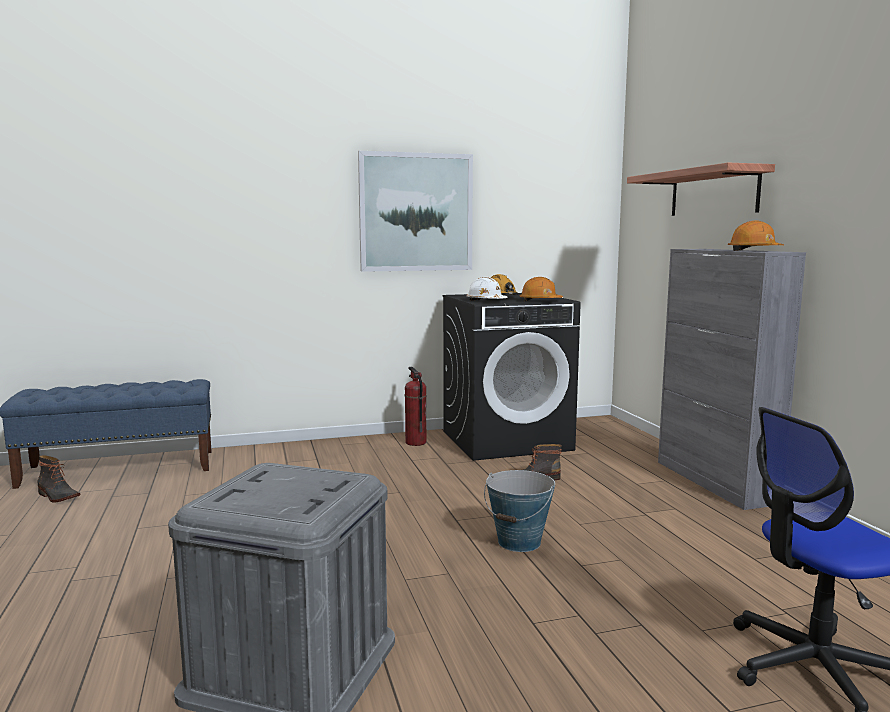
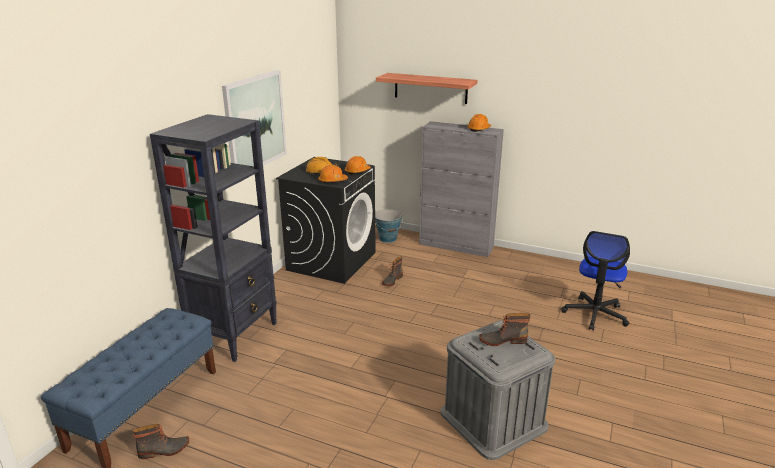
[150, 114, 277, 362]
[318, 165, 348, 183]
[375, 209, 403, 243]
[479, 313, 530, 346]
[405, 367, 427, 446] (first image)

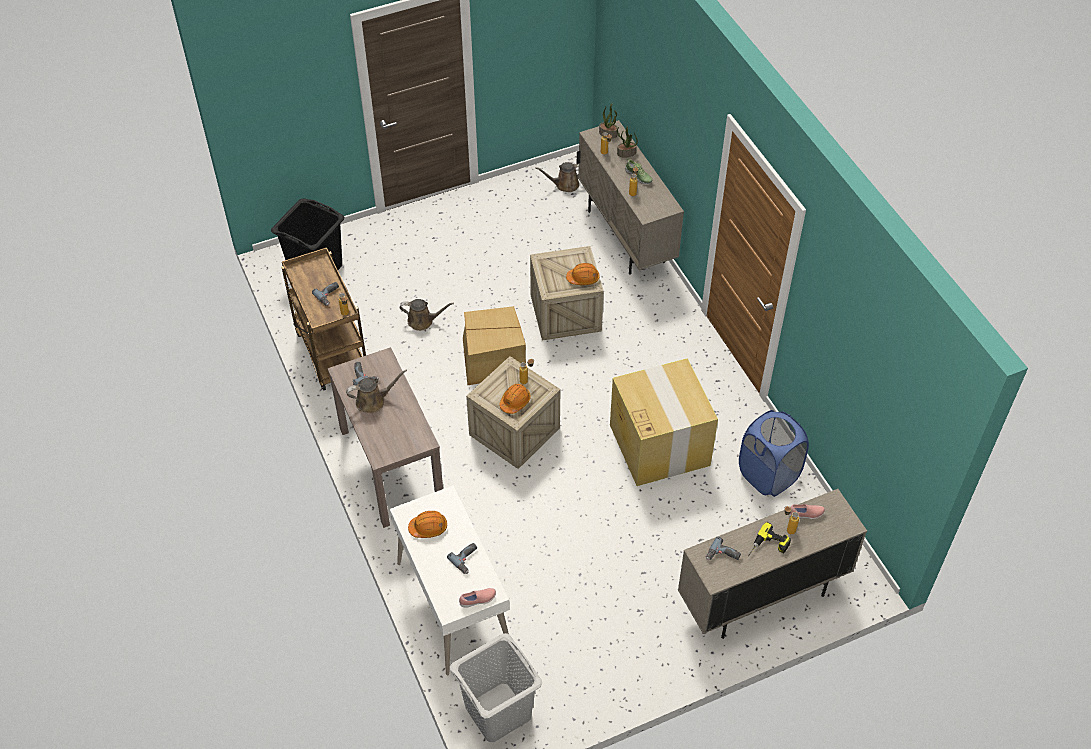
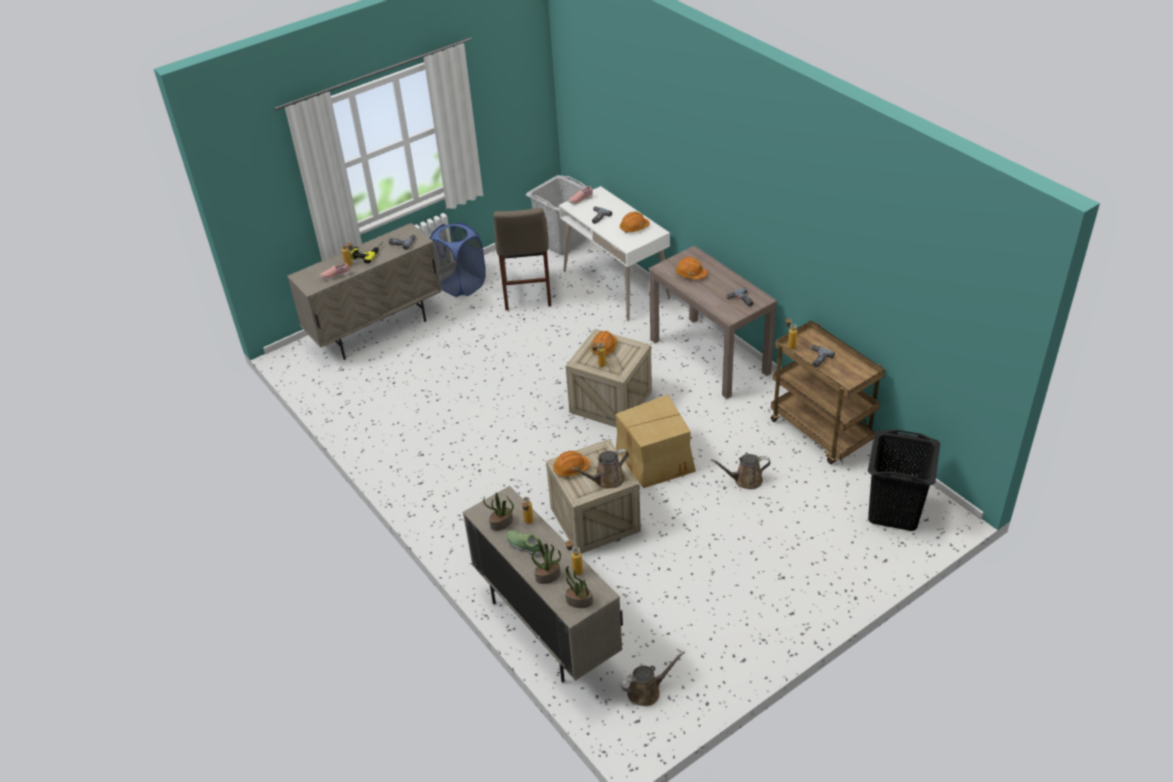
[430, 222, 486, 297]
[483, 492, 514, 531]
[493, 208, 551, 310]
[571, 449, 629, 489]
[675, 257, 707, 279]
[610, 358, 718, 486] (first image)

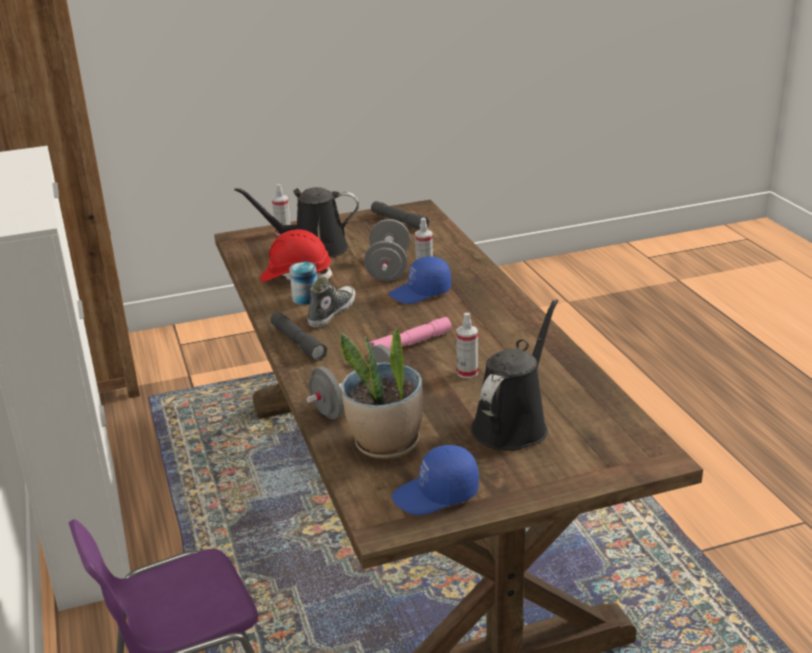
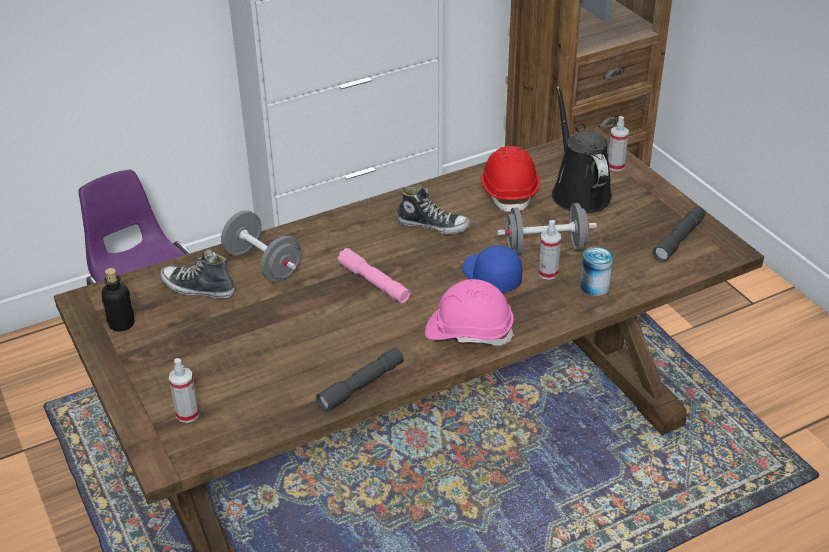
[102, 268, 135, 331]
[160, 249, 235, 299]
[169, 358, 199, 423]
[316, 348, 404, 412]
[425, 279, 514, 346]
[580, 247, 613, 296]
[471, 299, 558, 451] (first image)

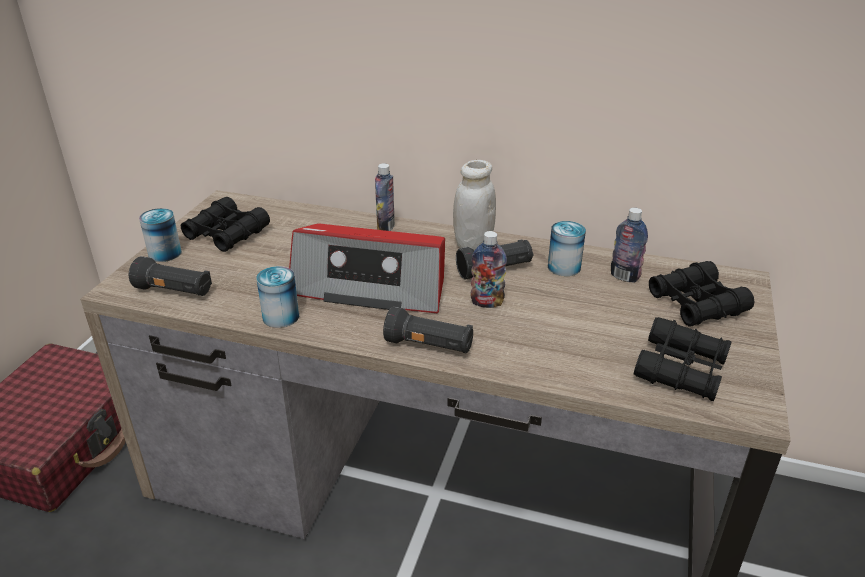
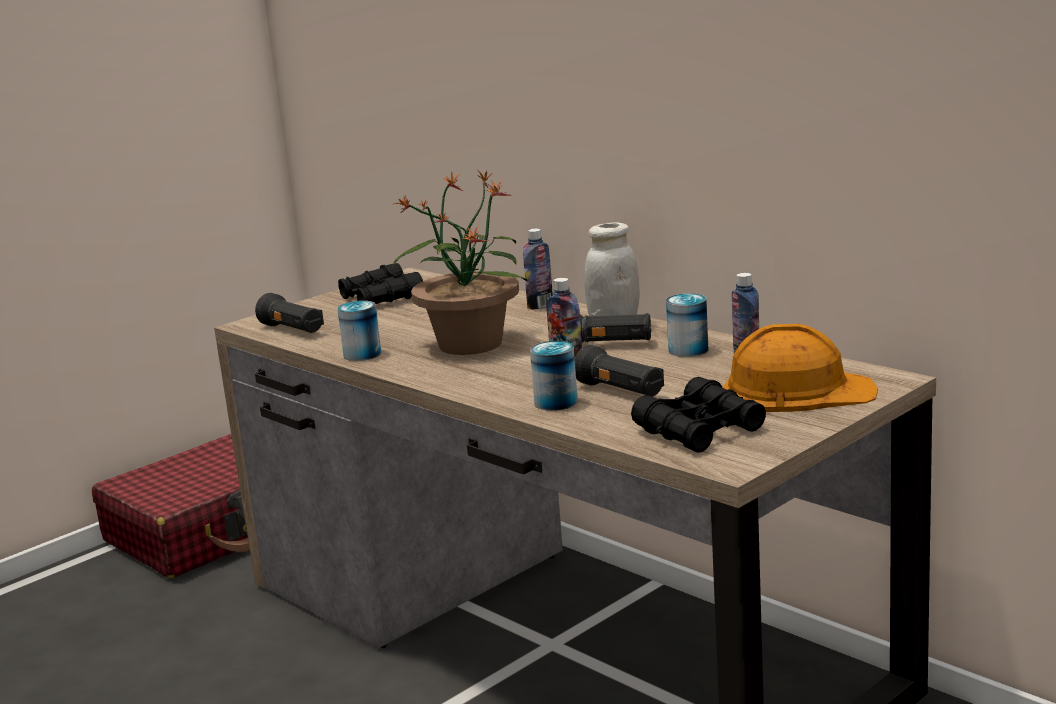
[393, 170, 528, 355]
[530, 341, 578, 411]
[575, 345, 664, 397]
[723, 324, 878, 412]

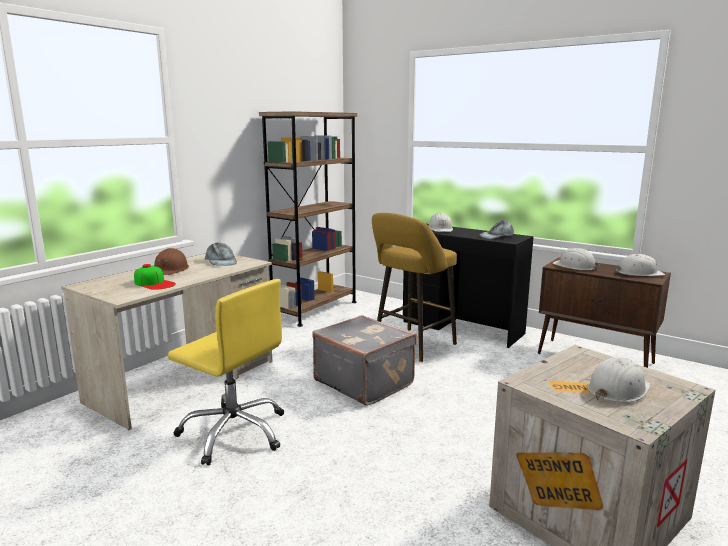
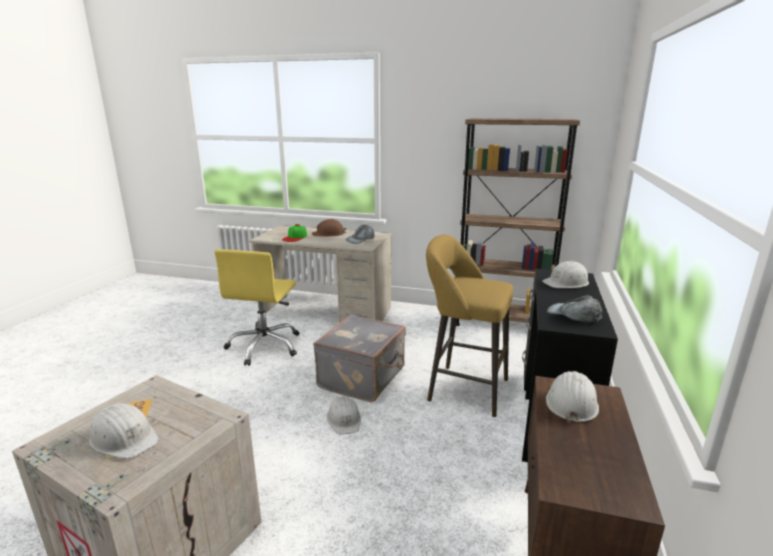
[327, 396, 361, 435]

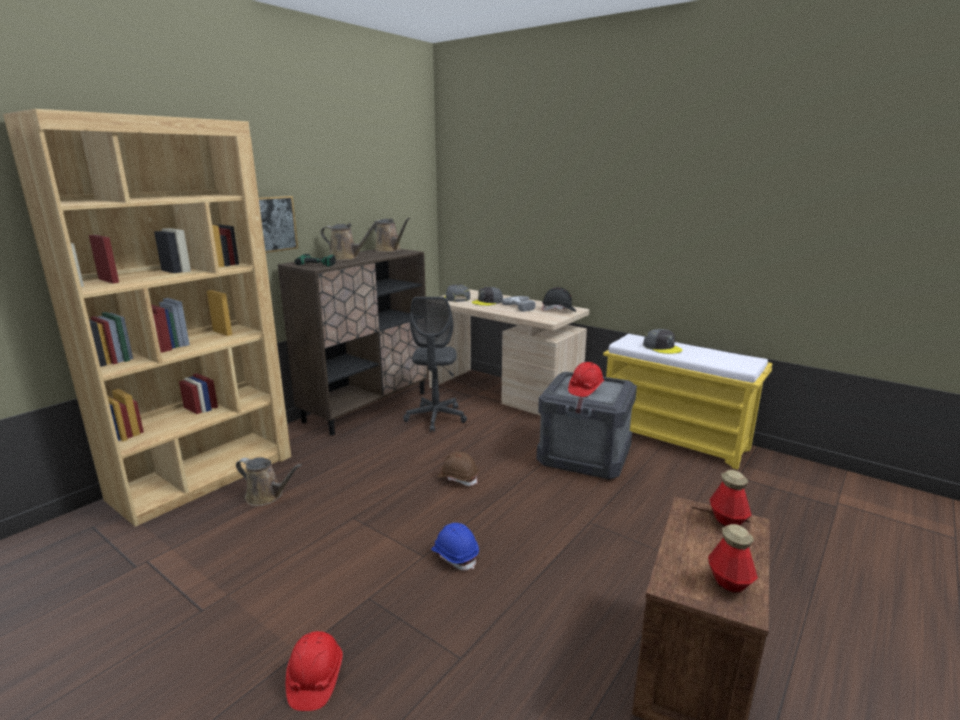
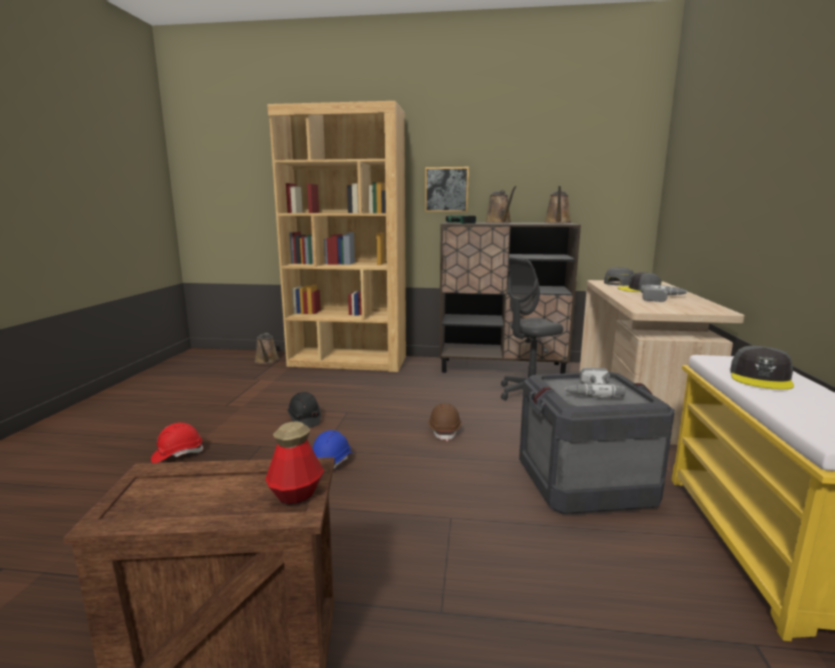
[255, 333, 279, 364]
[287, 392, 321, 428]
[565, 368, 625, 398]
[708, 524, 758, 593] (first image)

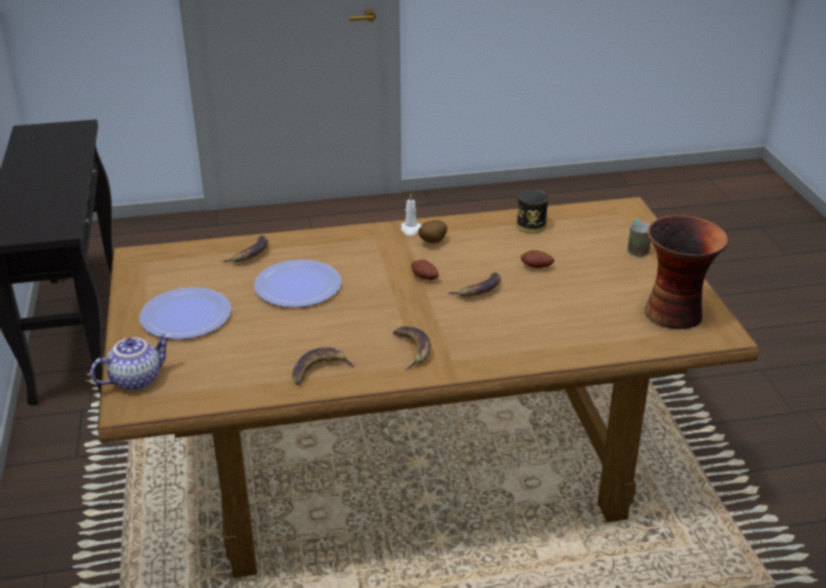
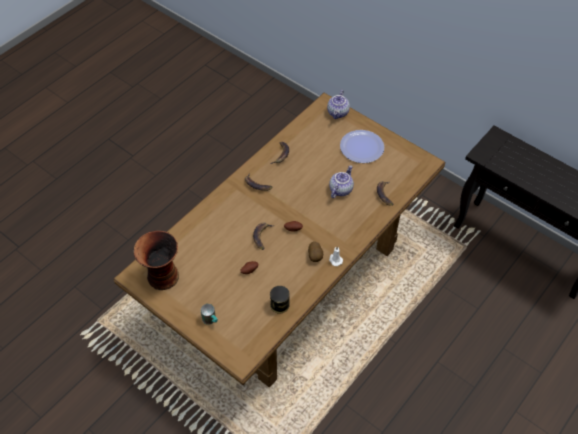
[329, 165, 354, 198]

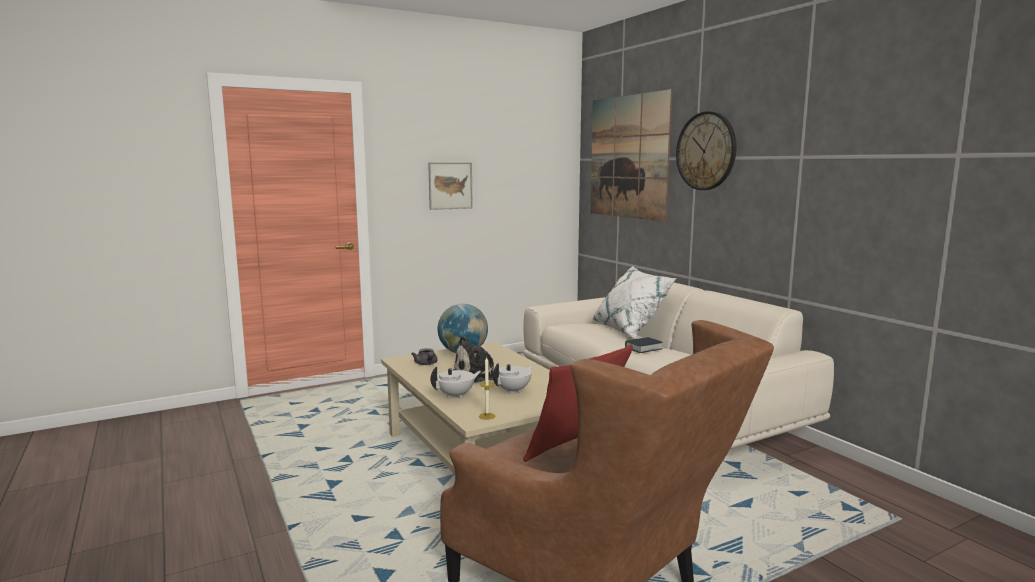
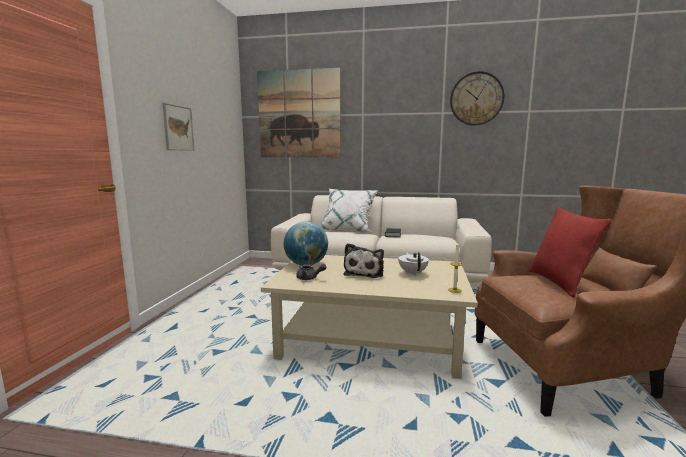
[450, 71, 504, 126]
[431, 367, 481, 399] (first image)

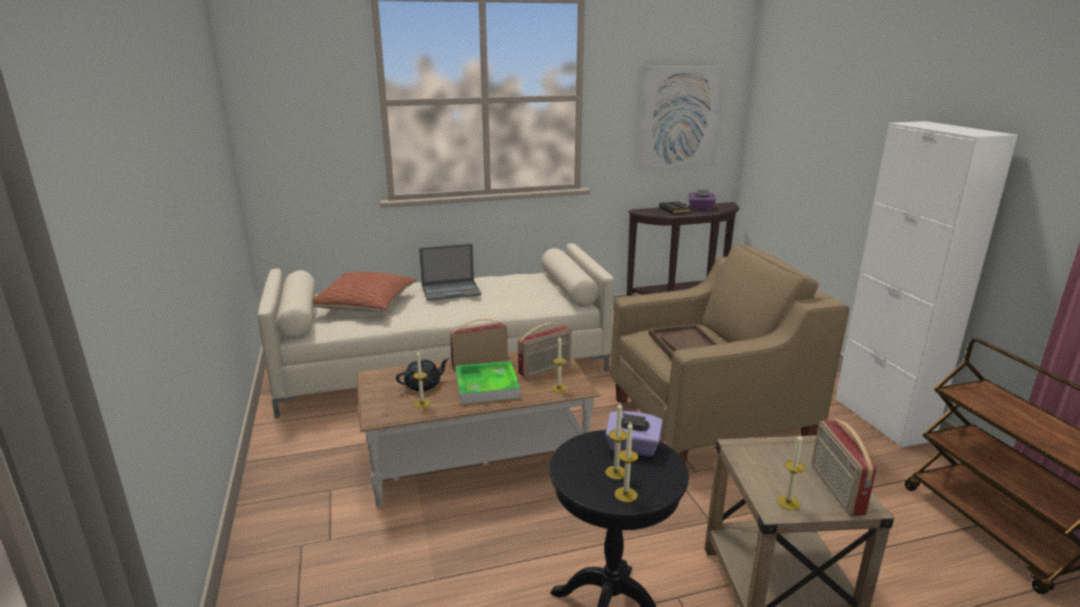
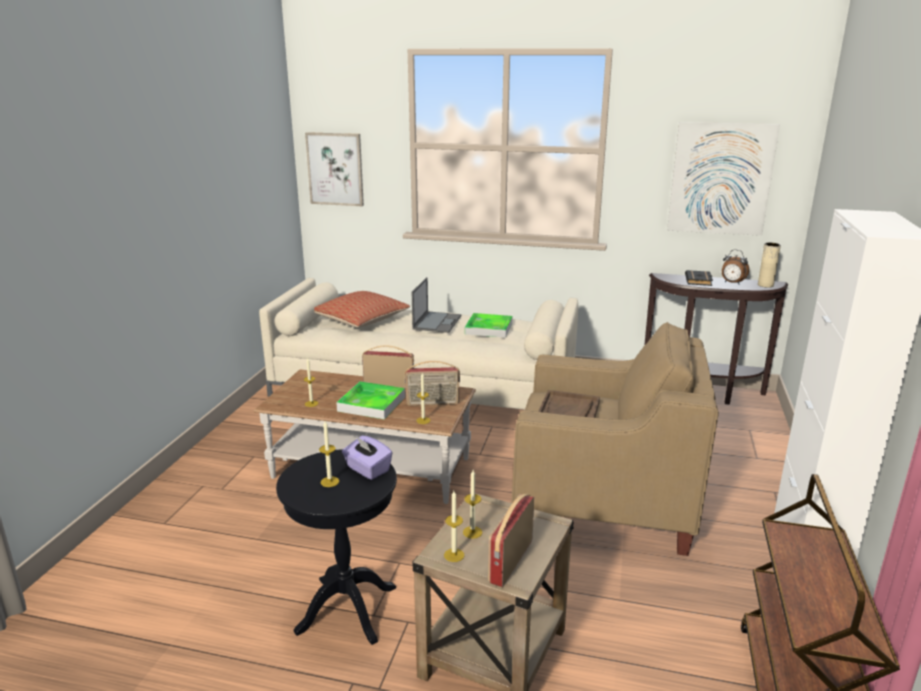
[305, 132, 364, 206]
[412, 277, 461, 333]
[463, 470, 482, 539]
[465, 313, 513, 338]
[722, 249, 749, 285]
[758, 243, 781, 288]
[396, 358, 450, 391] (first image)

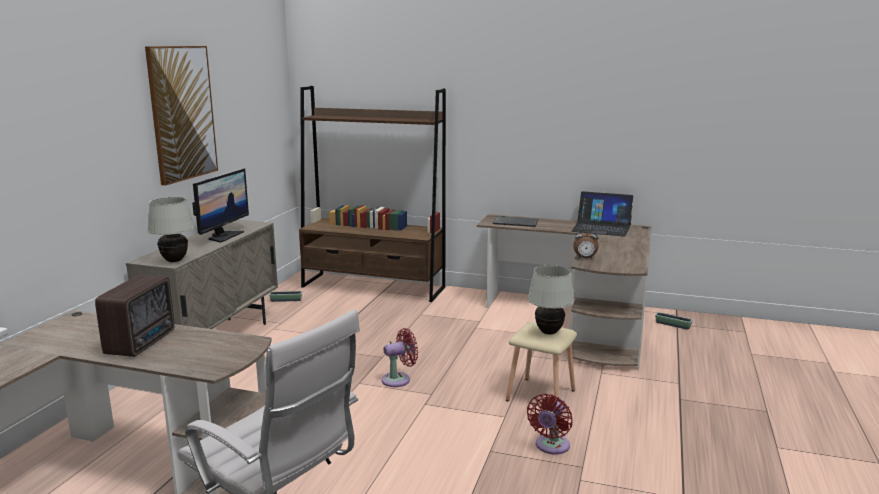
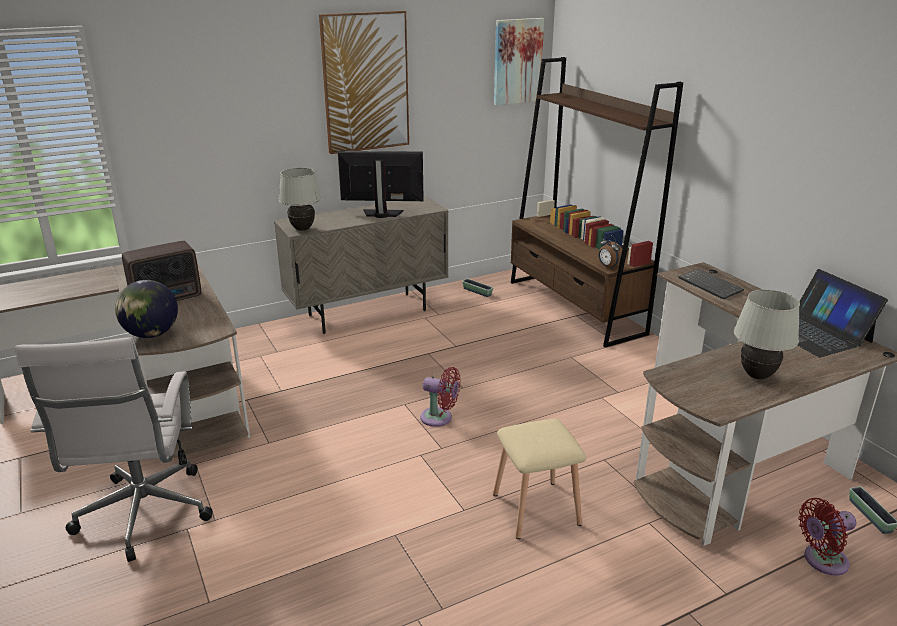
[115, 280, 178, 338]
[338, 151, 424, 218]
[494, 18, 544, 106]
[598, 235, 622, 269]
[734, 290, 800, 380]
[798, 498, 856, 576]

